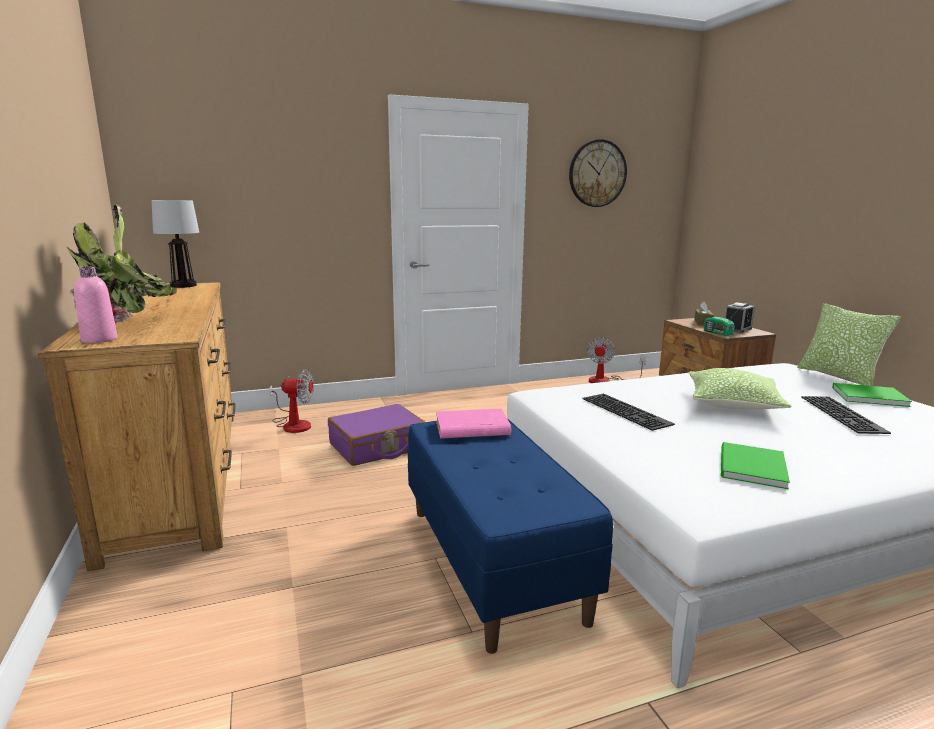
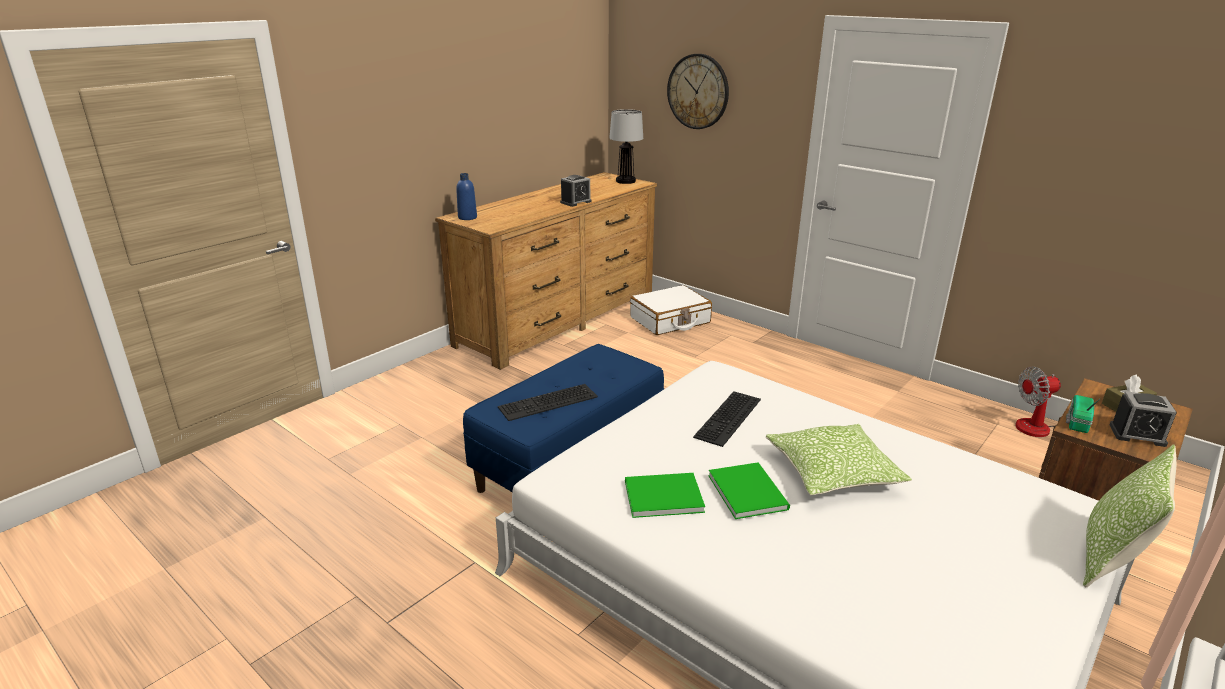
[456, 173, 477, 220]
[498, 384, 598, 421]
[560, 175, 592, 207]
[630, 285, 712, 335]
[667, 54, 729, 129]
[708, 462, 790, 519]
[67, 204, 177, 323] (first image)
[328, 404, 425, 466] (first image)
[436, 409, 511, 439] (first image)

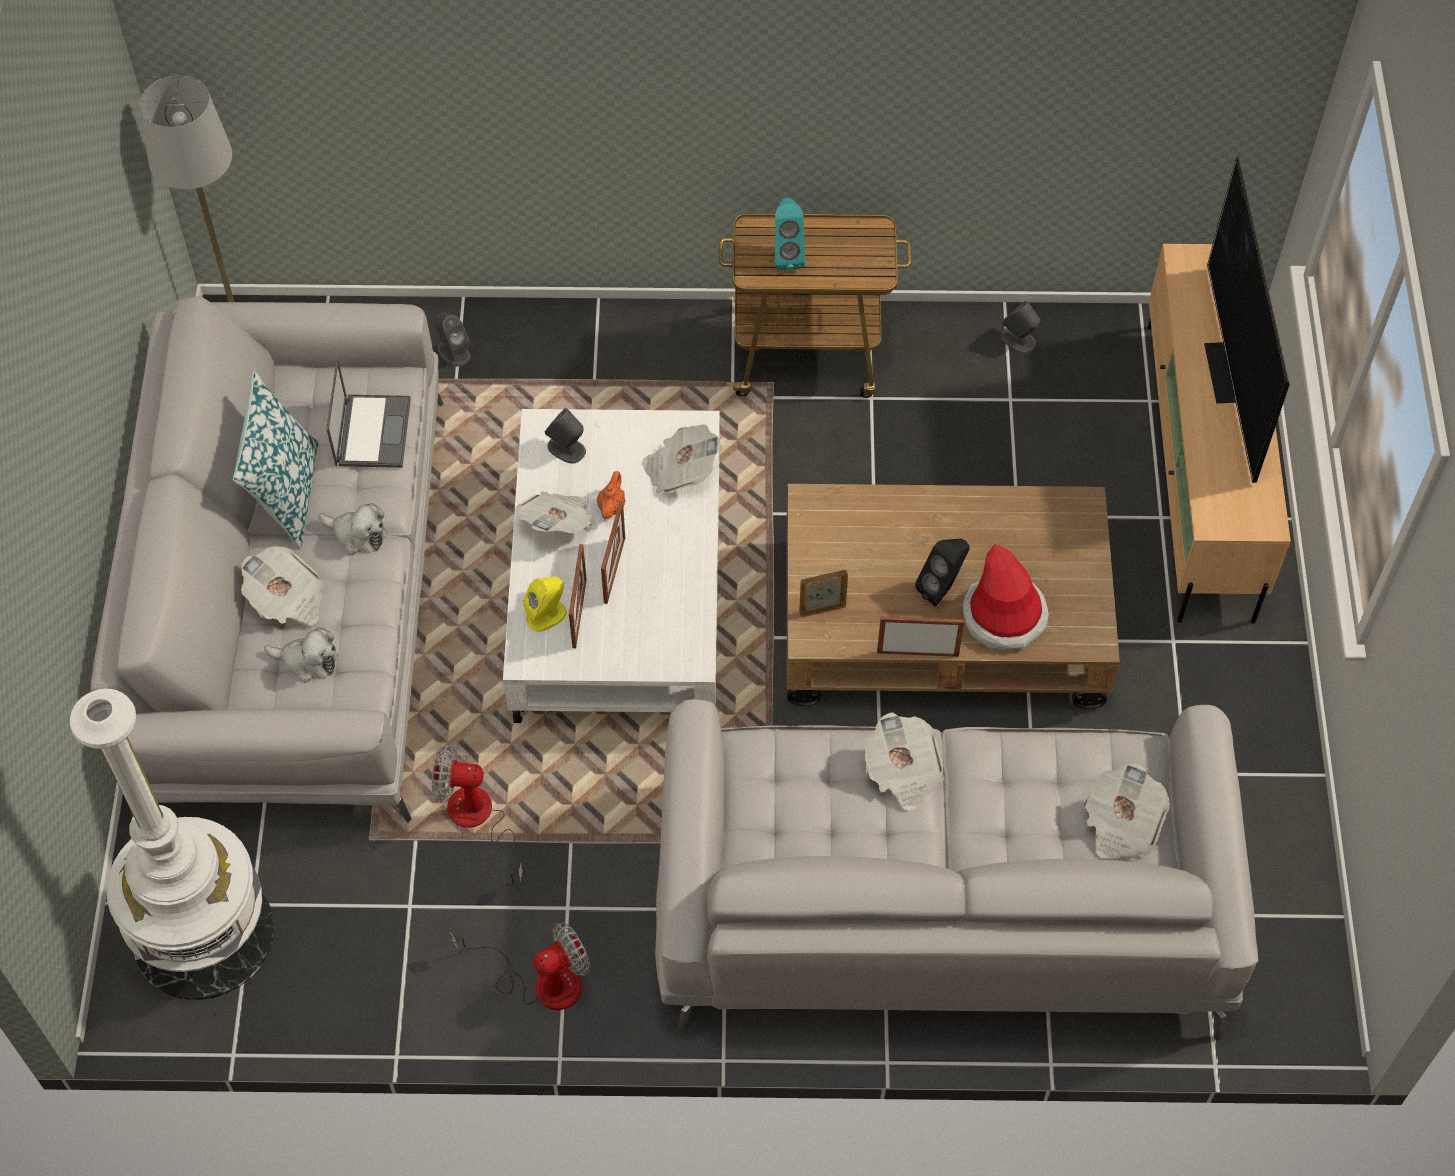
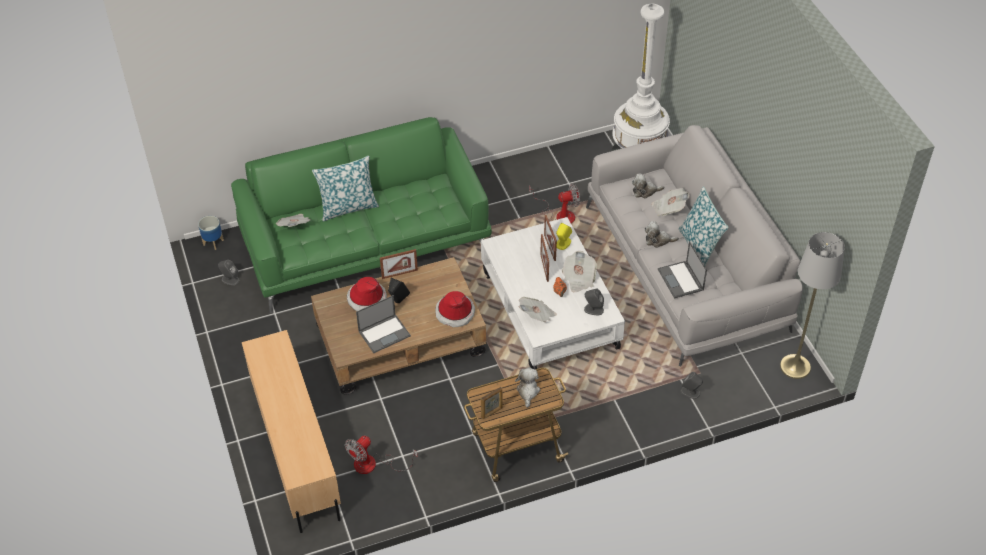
[198, 216, 224, 250]
[218, 260, 240, 285]
[231, 117, 492, 313]
[312, 156, 379, 222]
[345, 435, 418, 474]
[356, 295, 411, 353]
[435, 291, 475, 327]
[481, 387, 502, 419]
[515, 367, 540, 408]
[864, 712, 944, 811] (first image)
[1204, 157, 1290, 483] (first image)

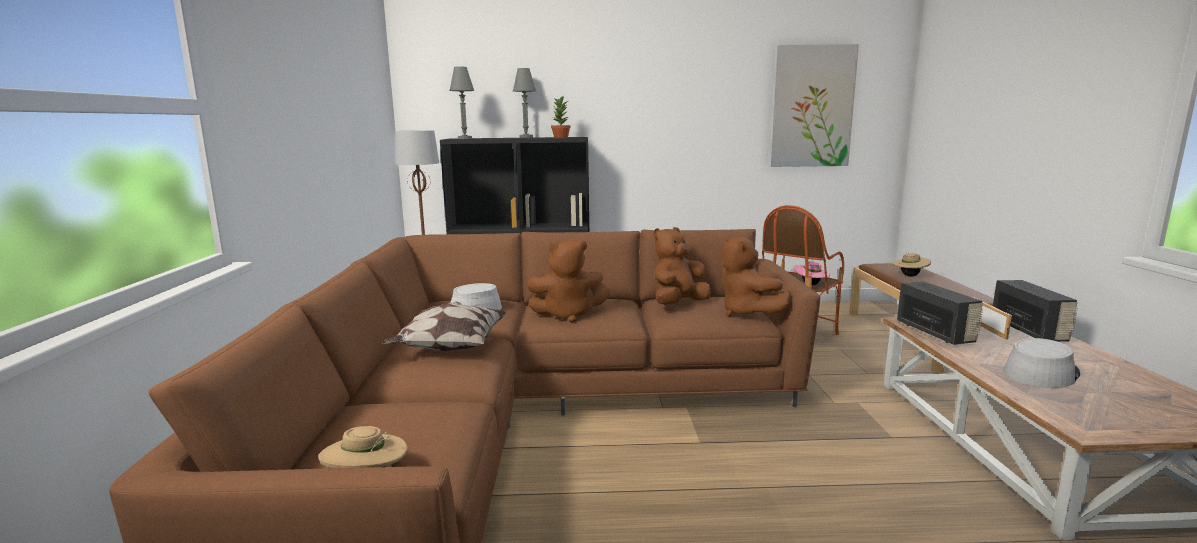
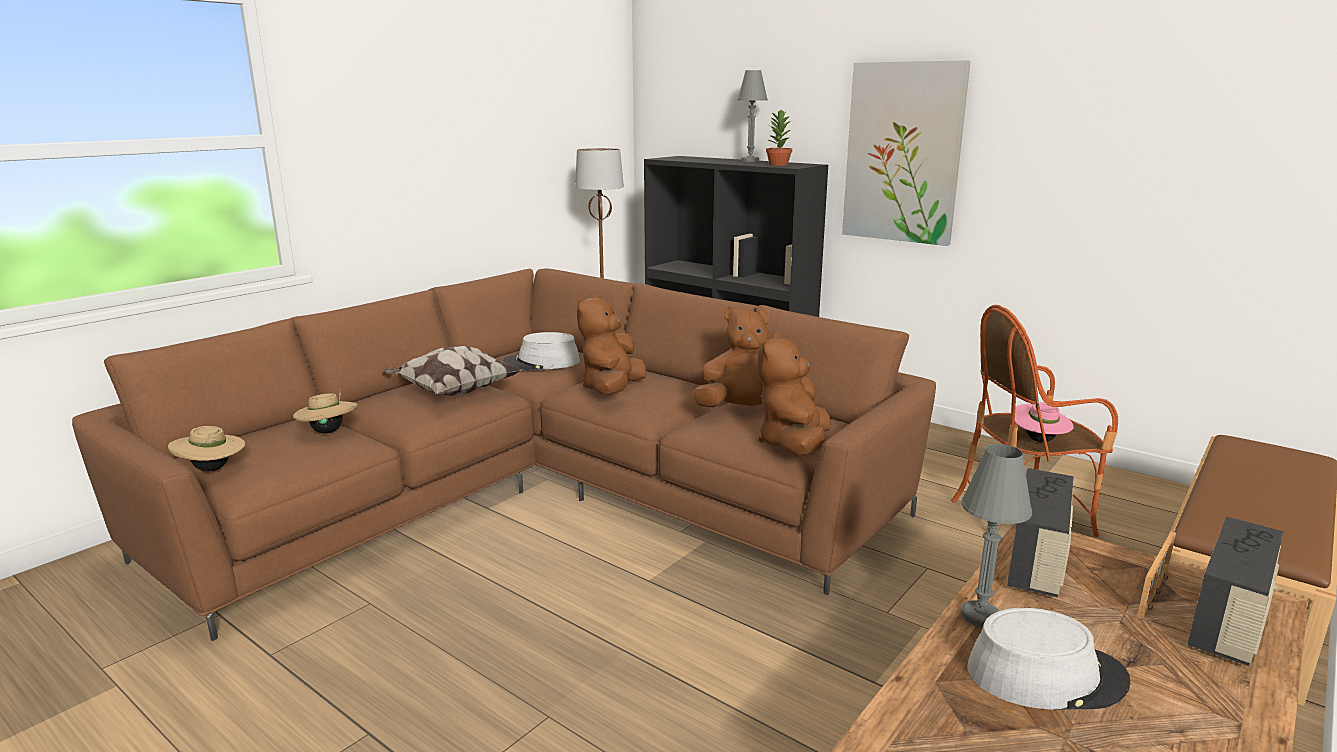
[293, 390, 358, 434]
[577, 294, 647, 395]
[842, 60, 971, 246]
[961, 444, 1032, 628]

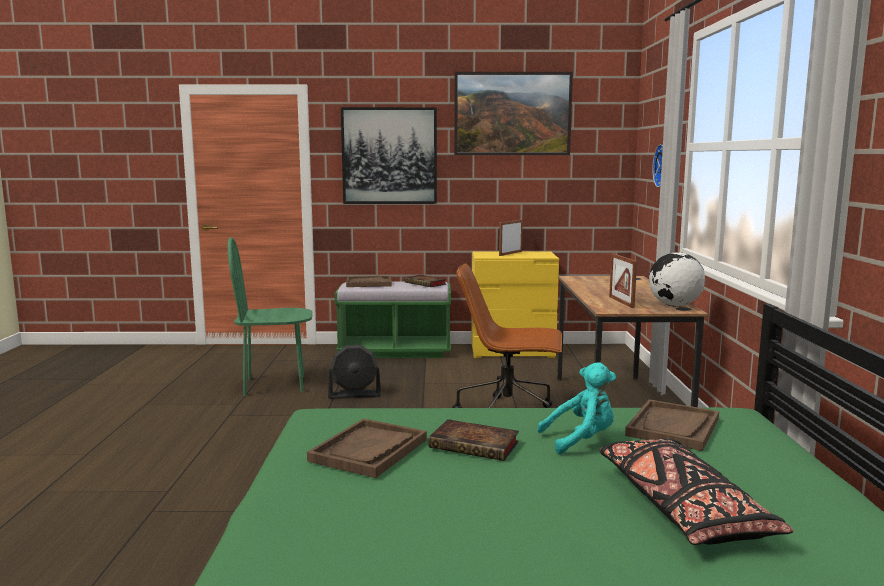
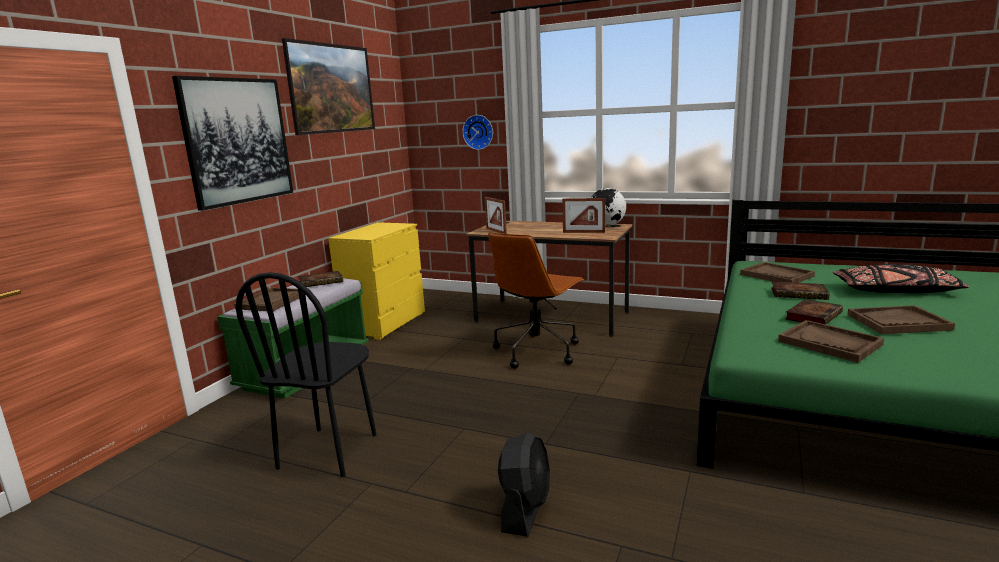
[236, 272, 376, 477]
[485, 197, 507, 234]
[498, 432, 550, 537]
[771, 281, 830, 300]
[847, 305, 955, 334]

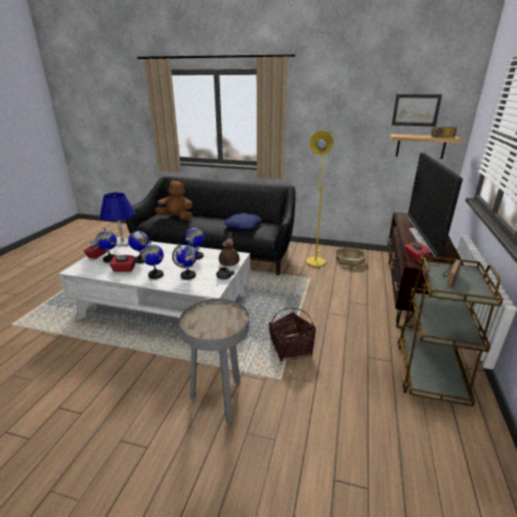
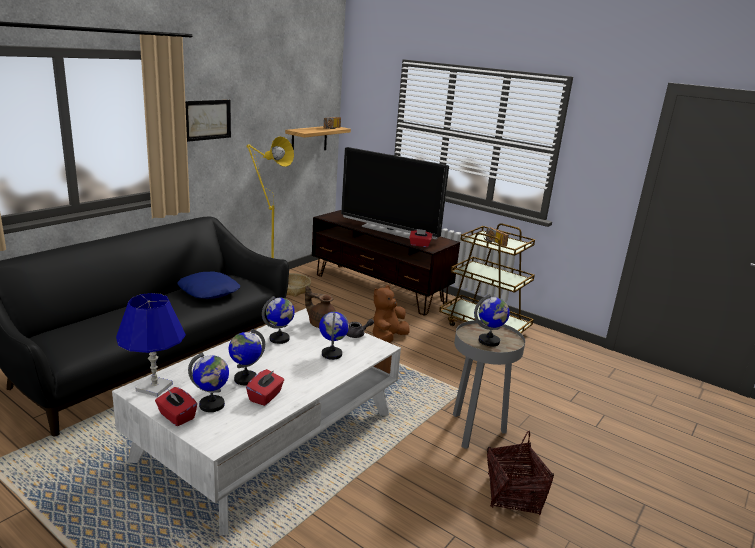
[185, 100, 231, 142]
[373, 285, 410, 343]
[474, 294, 510, 346]
[487, 431, 554, 515]

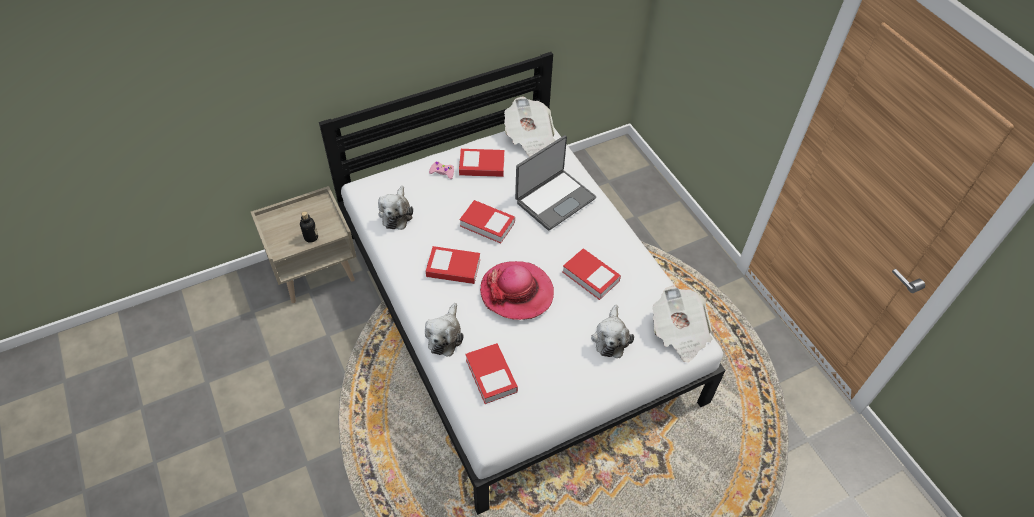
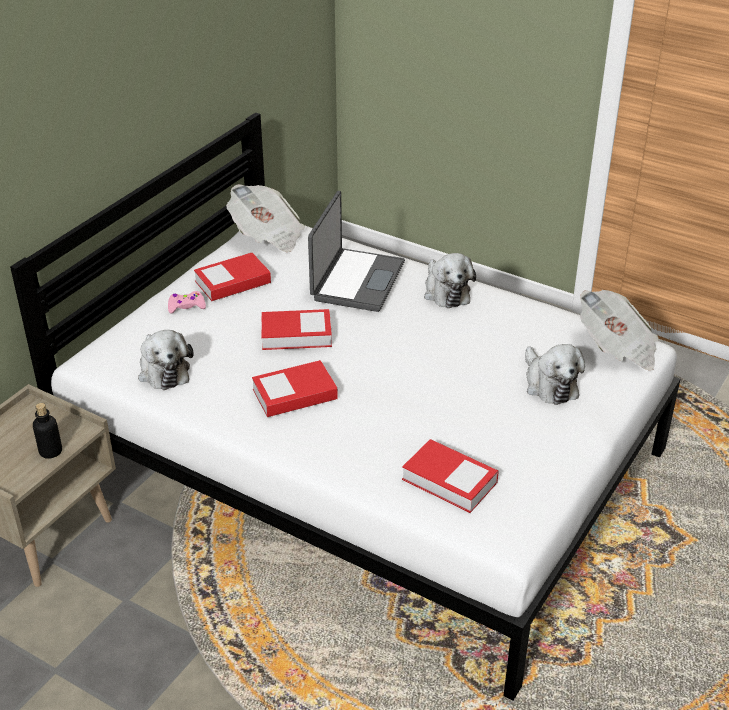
[424, 253, 476, 308]
[480, 261, 554, 320] (first image)
[563, 248, 621, 300] (first image)

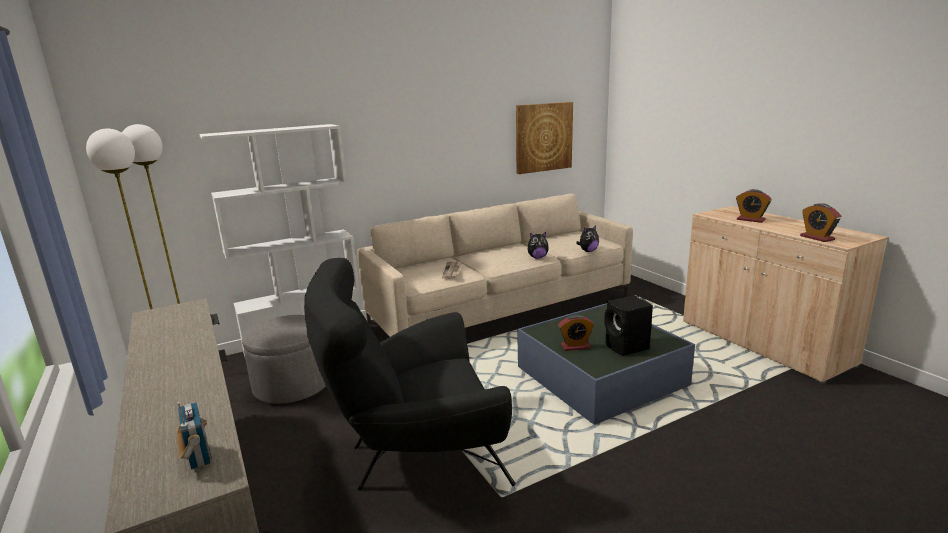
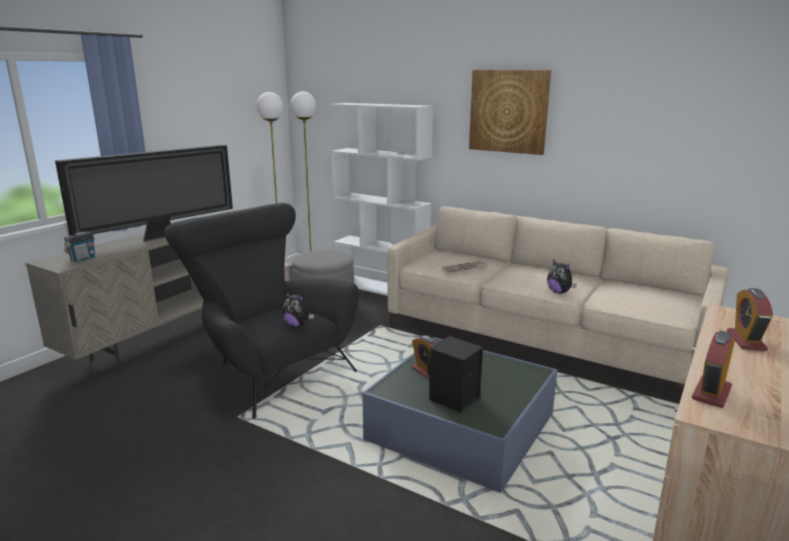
[55, 145, 233, 242]
[283, 292, 314, 327]
[469, 70, 551, 155]

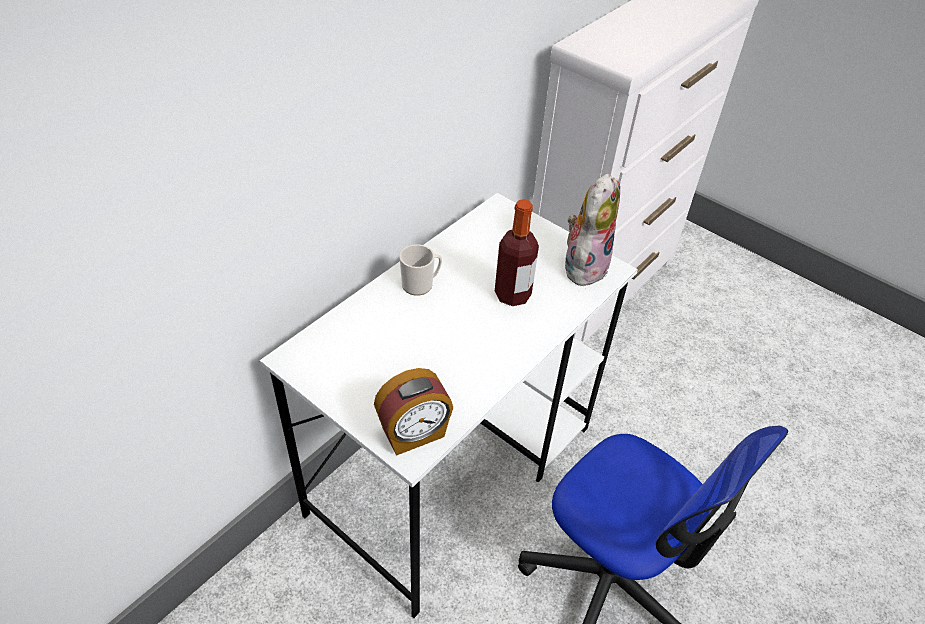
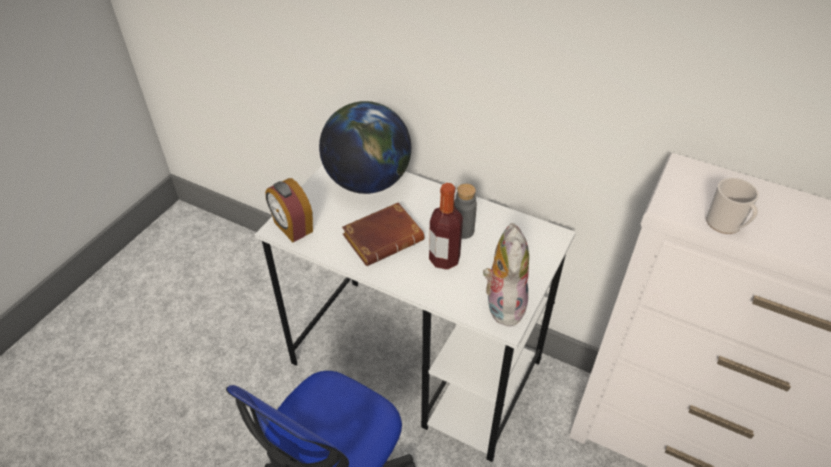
[319, 101, 411, 194]
[342, 203, 425, 266]
[454, 184, 477, 239]
[483, 223, 529, 327]
[706, 178, 759, 234]

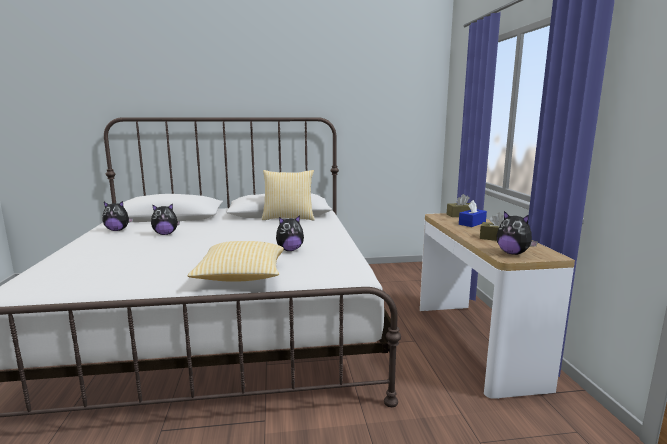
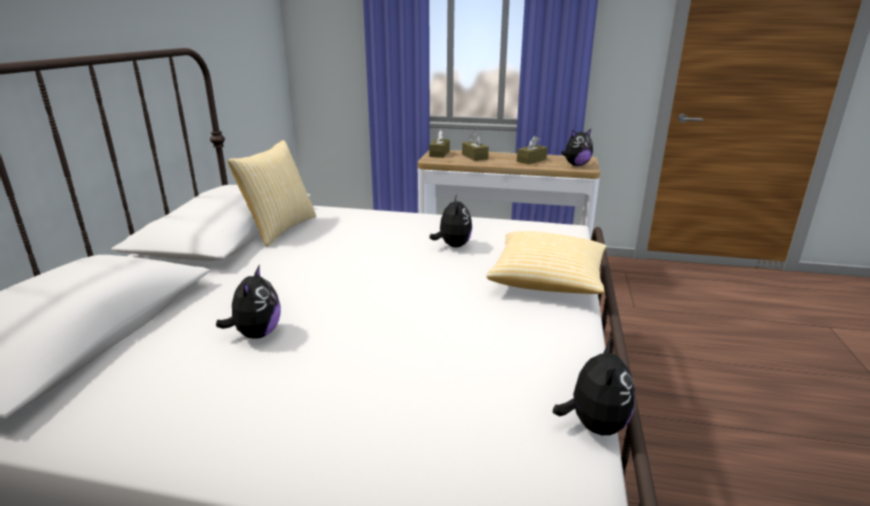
[462, 132, 489, 161]
[552, 339, 635, 435]

